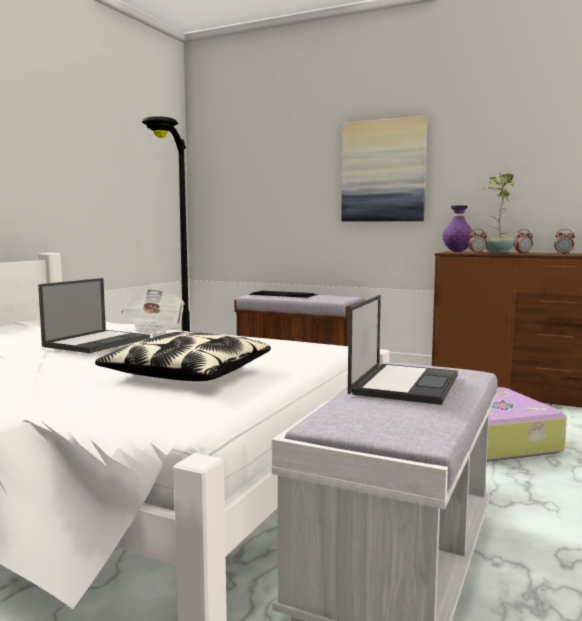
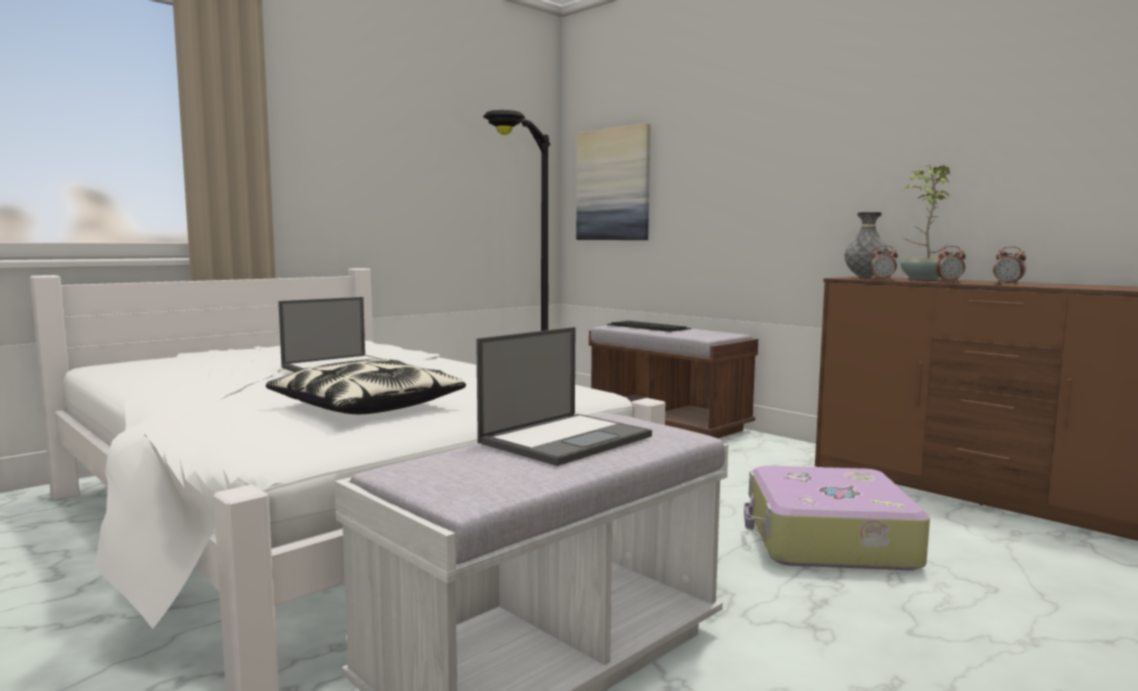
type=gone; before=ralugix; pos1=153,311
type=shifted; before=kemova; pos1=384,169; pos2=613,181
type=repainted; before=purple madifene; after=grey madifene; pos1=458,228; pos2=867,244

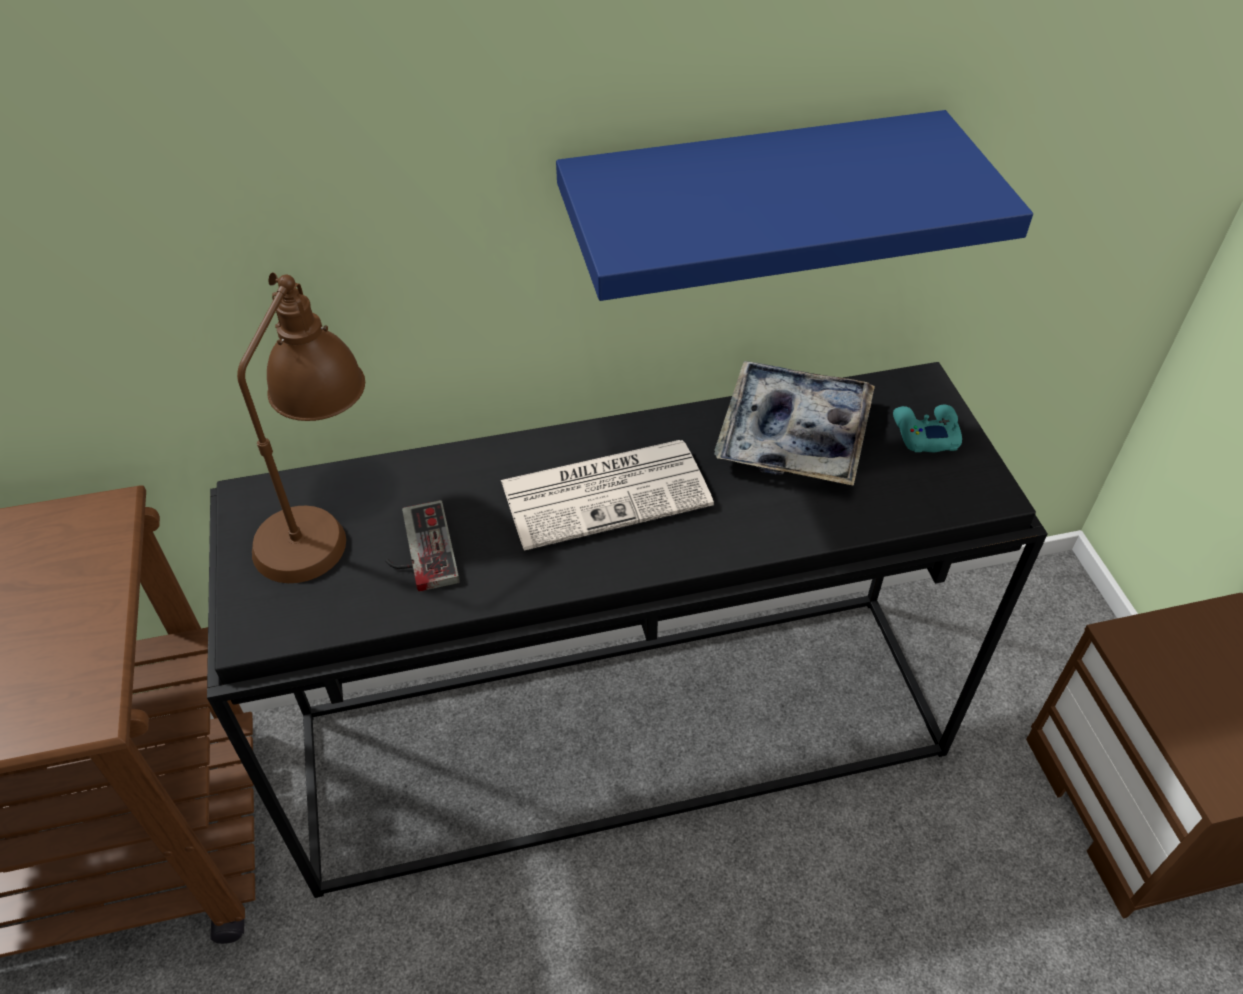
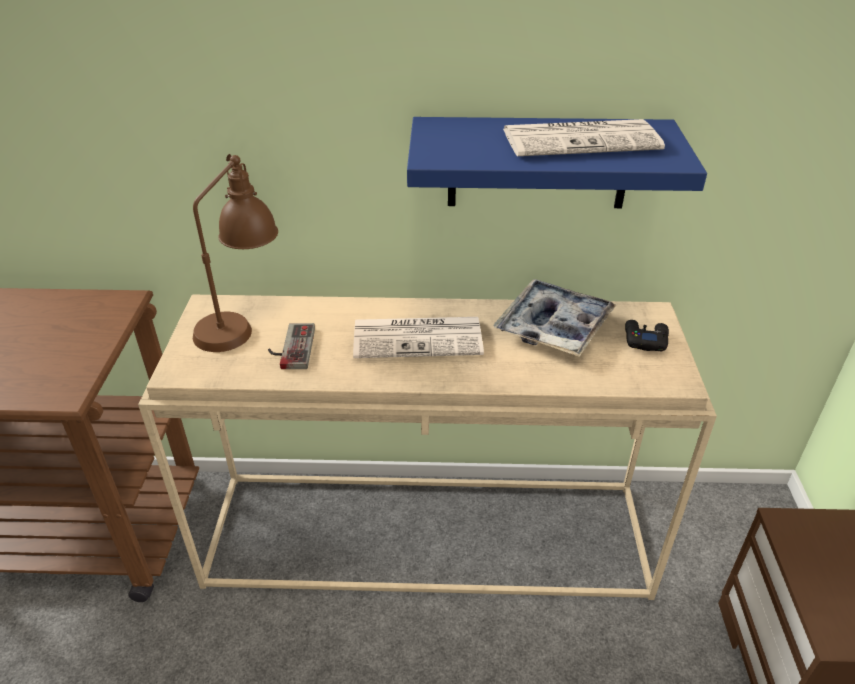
type=new; after=ralugix; pos2=584,137
type=repainted; before=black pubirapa; after=beige pubirapa; pos1=627,630; pos2=427,447
type=repainted; before=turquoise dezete; after=black dezete; pos1=927,428; pos2=647,336

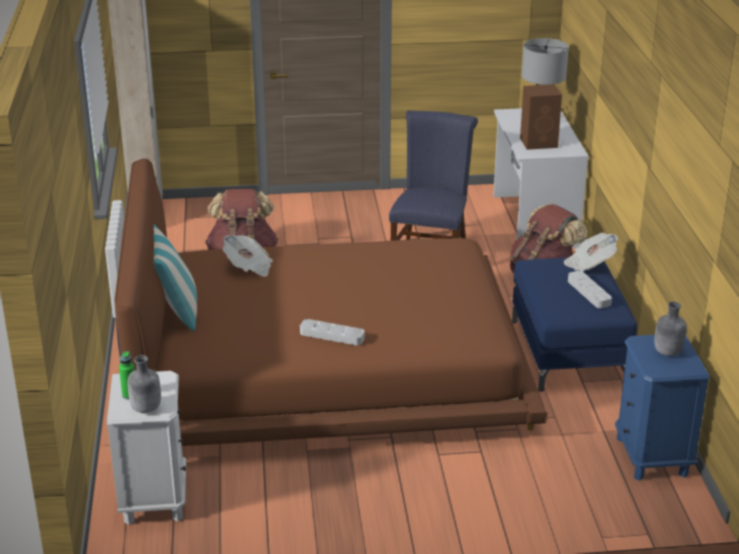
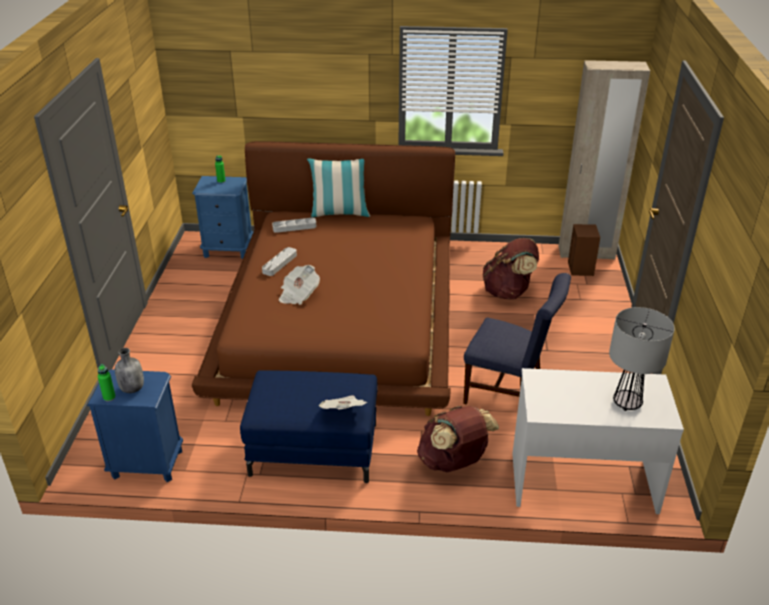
type=gone; before=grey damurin; pos1=144,384
type=new; after=green damurin; pos2=106,383
type=shifted; before=ralugix; pos1=247,256; pos2=299,285
type=shifted; before=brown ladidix; pos1=541,117; pos2=584,250
type=shifted; before=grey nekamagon; pos1=590,289; pos2=294,225
type=repainted; before=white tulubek; after=blue tulubek; pos1=146,448; pos2=222,217

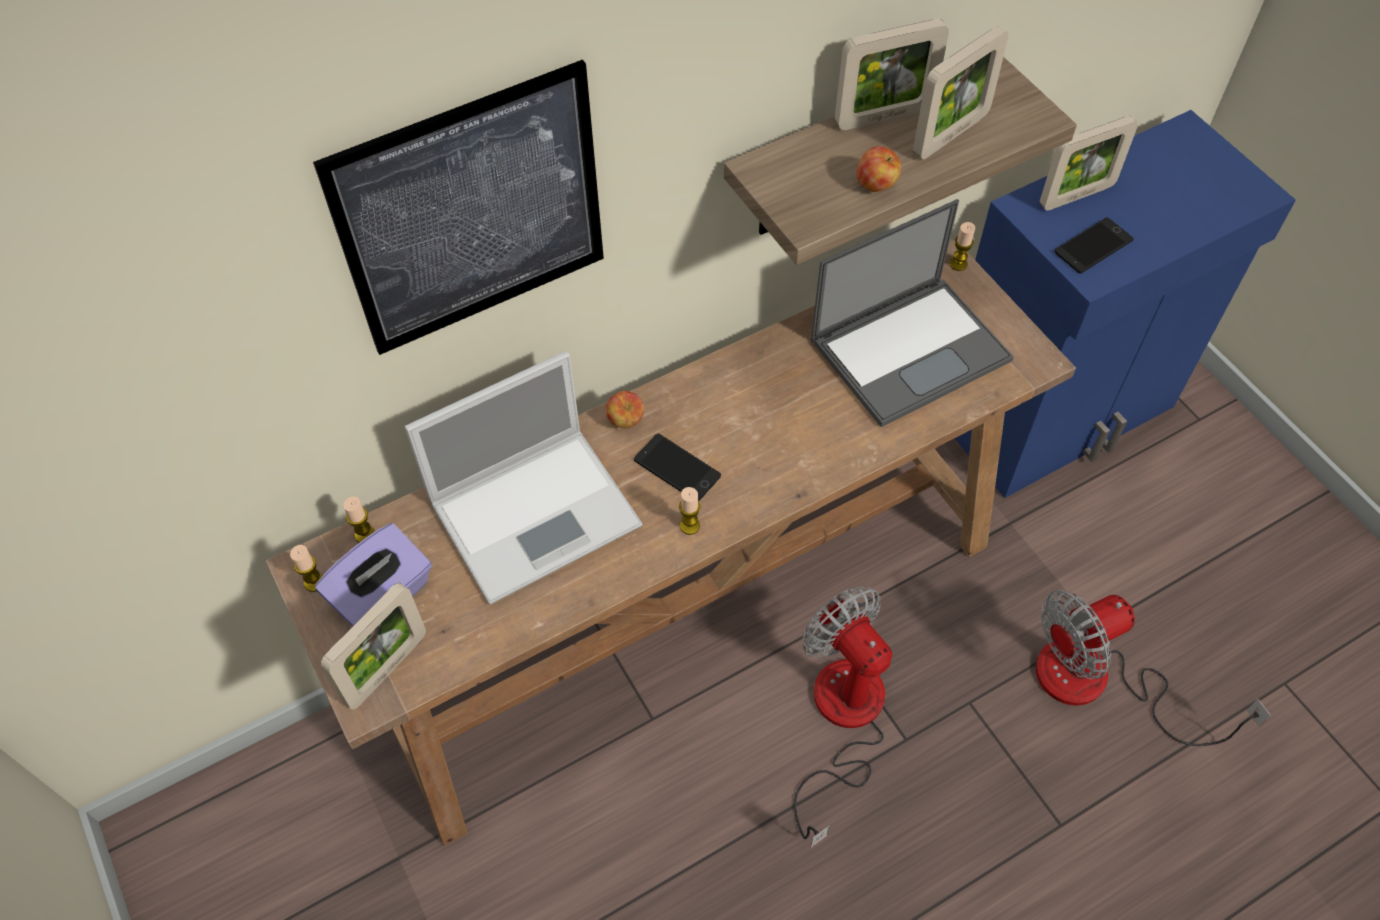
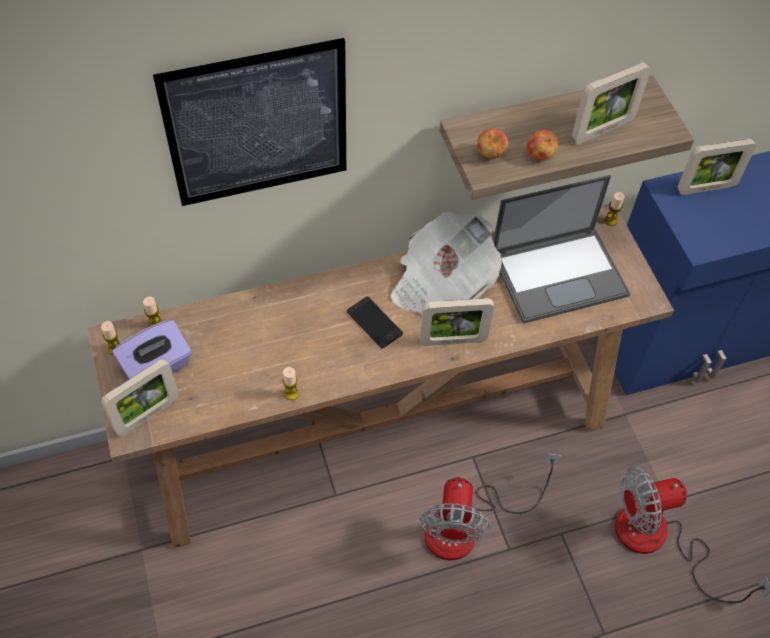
type=gone; before=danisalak; pos1=523,478
type=gone; before=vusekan; pos1=1094,245
type=new; after=ralugix; pos2=446,263
type=shifted; before=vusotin; pos1=625,409; pos2=492,143
type=shifted; before=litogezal; pos1=689,511; pos2=290,383
type=shifted; before=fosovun; pos1=892,74; pos2=456,322
type=rotated; before=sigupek; pos1=843,716; pos2=491,506; turn=-150

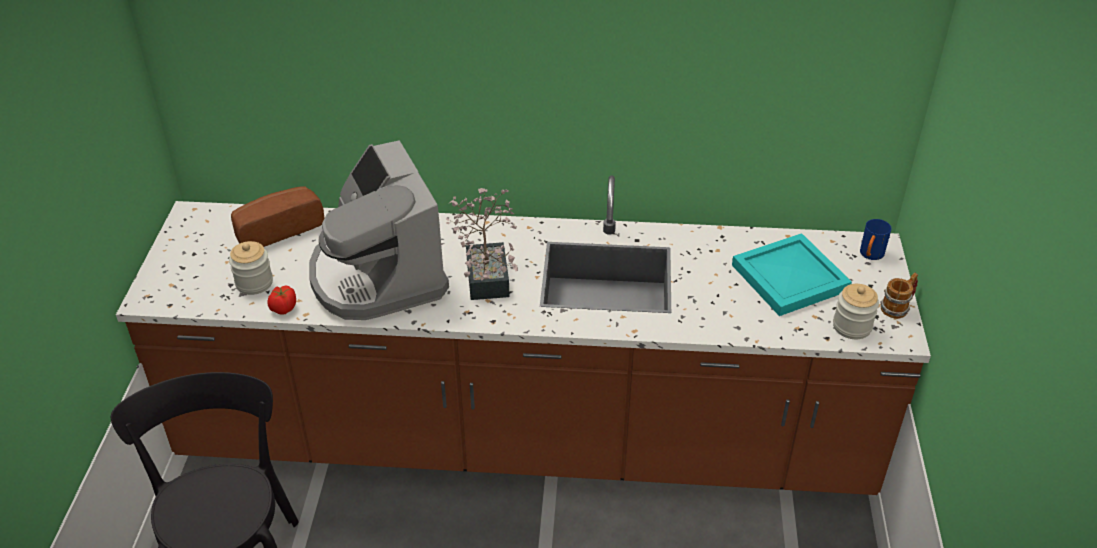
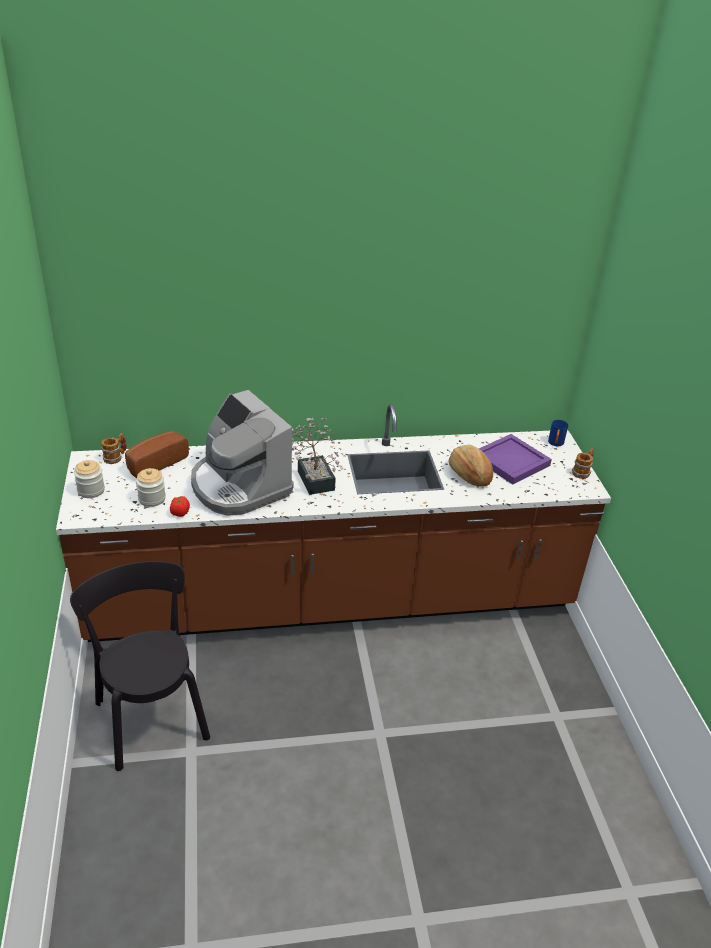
type=new; after=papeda; pos2=114,448
type=new; after=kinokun; pos2=471,465
type=shifted; before=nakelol; pos1=856,311; pos2=89,479
type=repainted; before=turquoise nekamagon; after=purple nekamagon; pos1=792,274; pos2=515,459

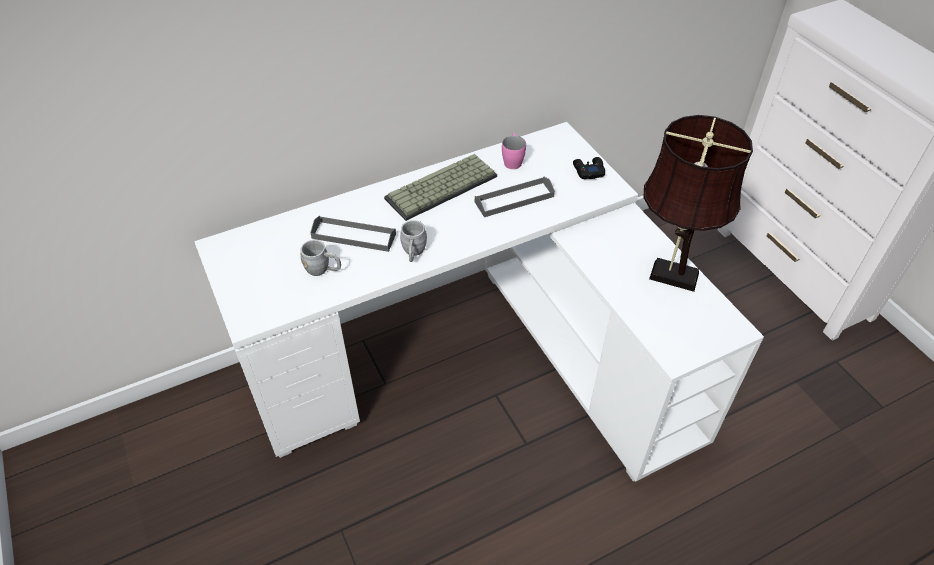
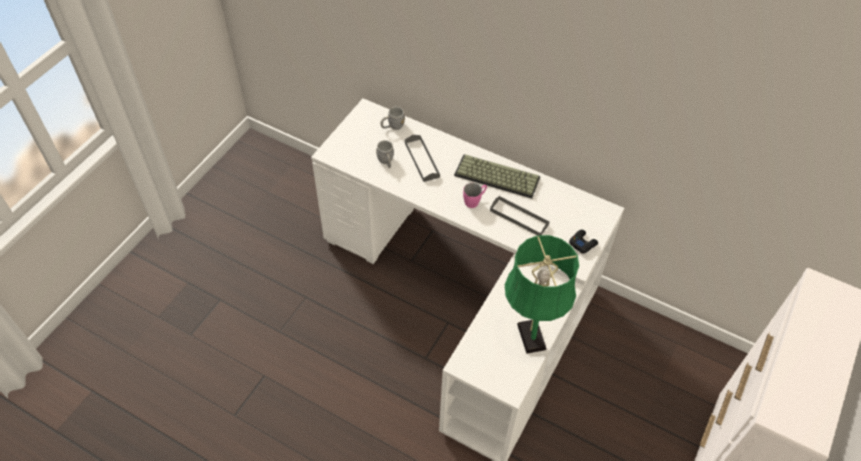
type=shifted; before=grey papeda; pos1=413,241; pos2=393,118
type=shifted; before=pink papeda; pos1=514,151; pos2=475,195
type=repainted; before=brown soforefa; after=green soforefa; pos1=698,203; pos2=542,294

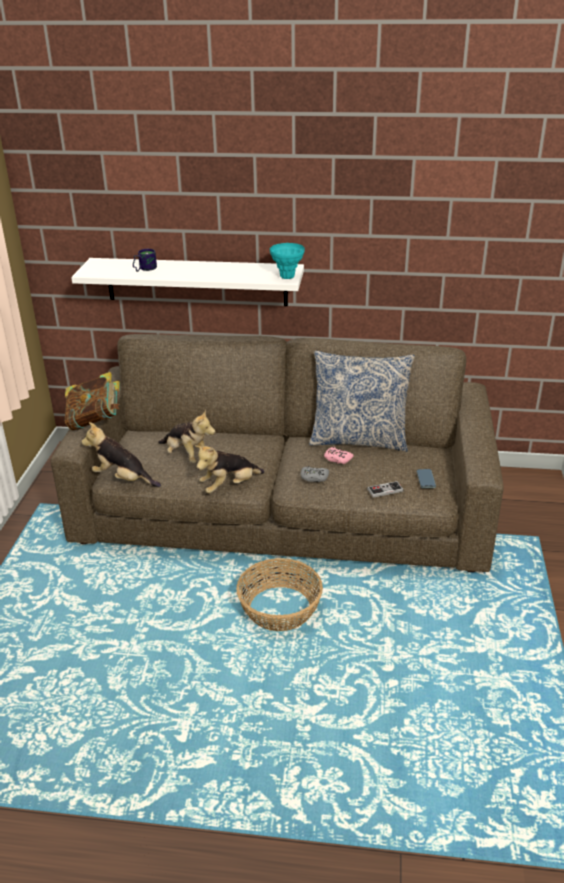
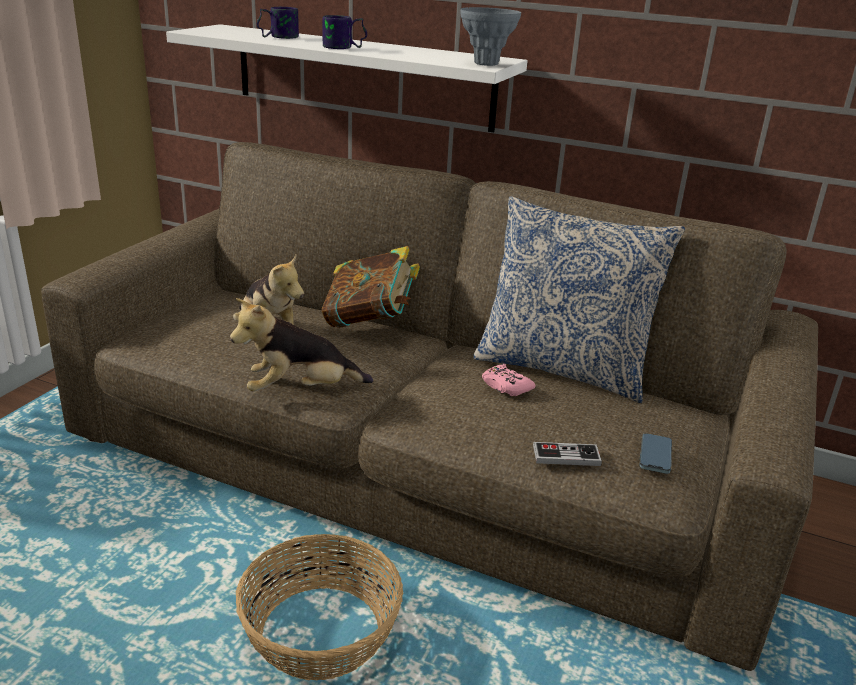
type=gone; before=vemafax; pos1=121,454
type=gone; before=grey dezete; pos1=315,474
type=new; after=papeda; pos2=344,32
type=shifted; before=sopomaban; pos1=92,401; pos2=371,287
type=repainted; before=turquoise madifene; after=grey madifene; pos1=287,261; pos2=490,36

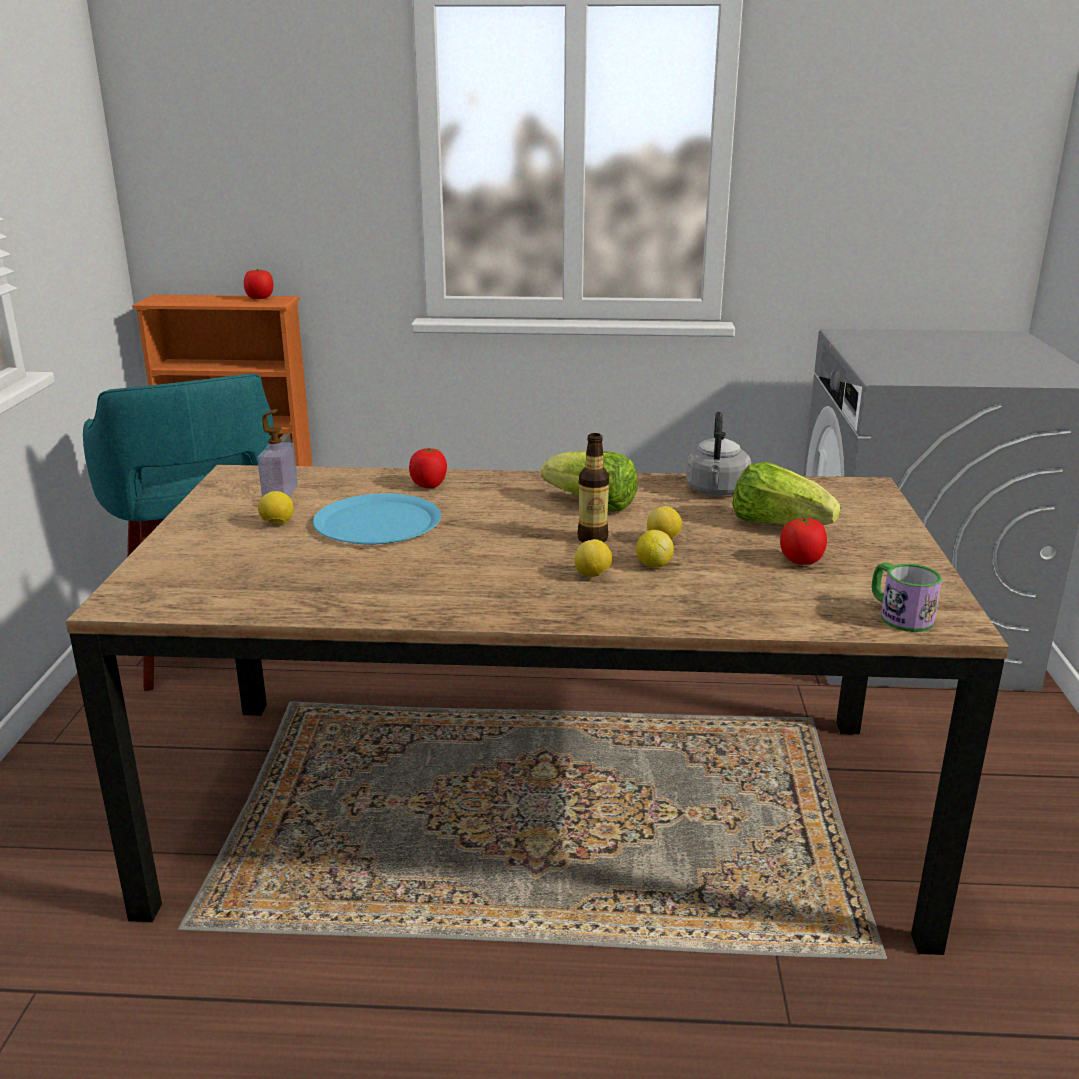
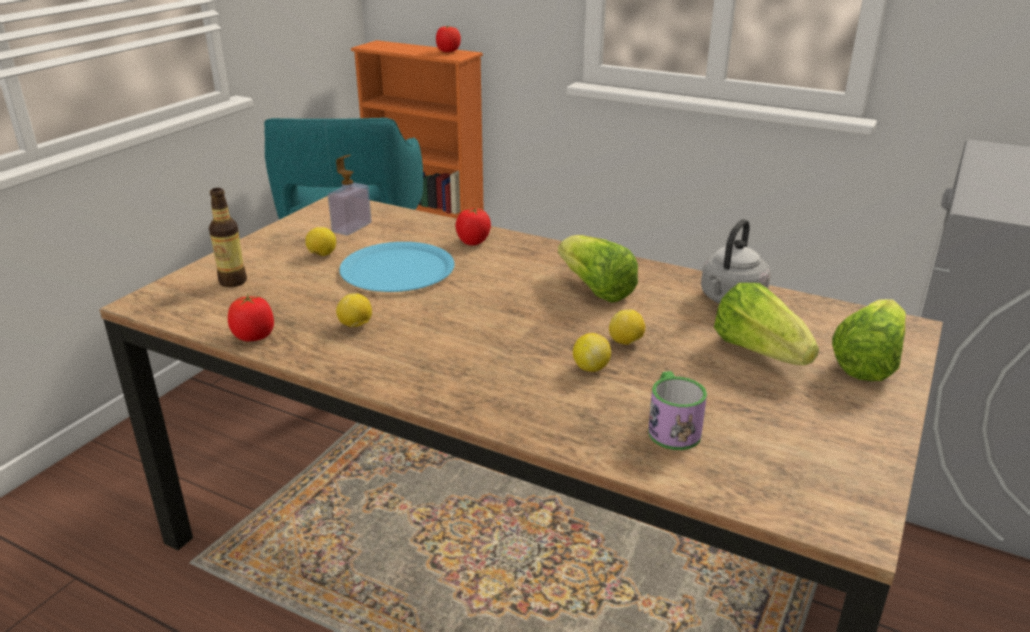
type=new; after=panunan; pos2=869,340
type=shifted; before=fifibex; pos1=593,558; pos2=354,310
type=shifted; before=damurin; pos1=593,487; pos2=228,237
type=shifted; before=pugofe; pos1=803,541; pos2=251,318
type=shifted; before=papeda; pos1=906,597; pos2=677,410

